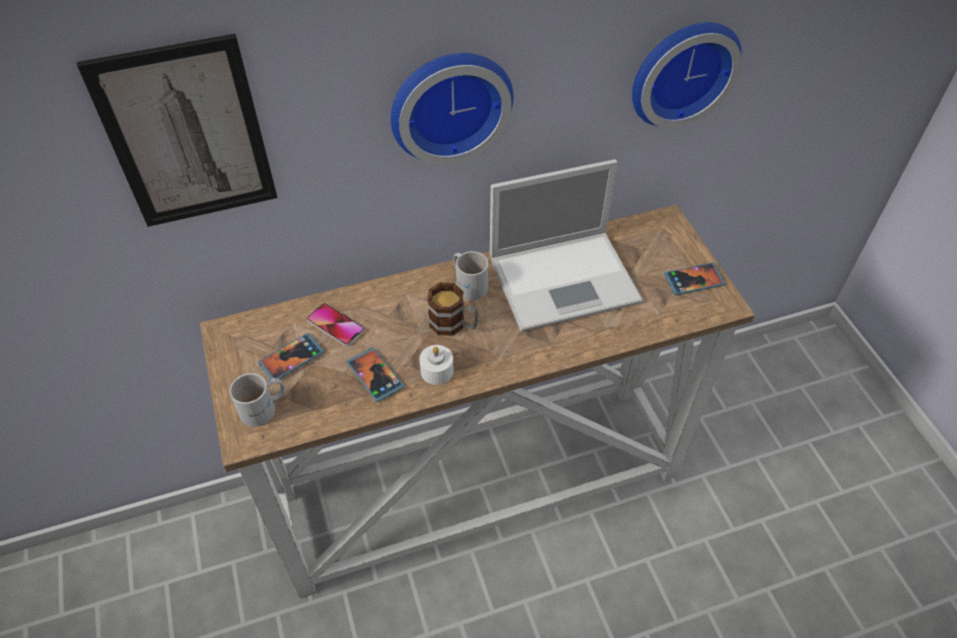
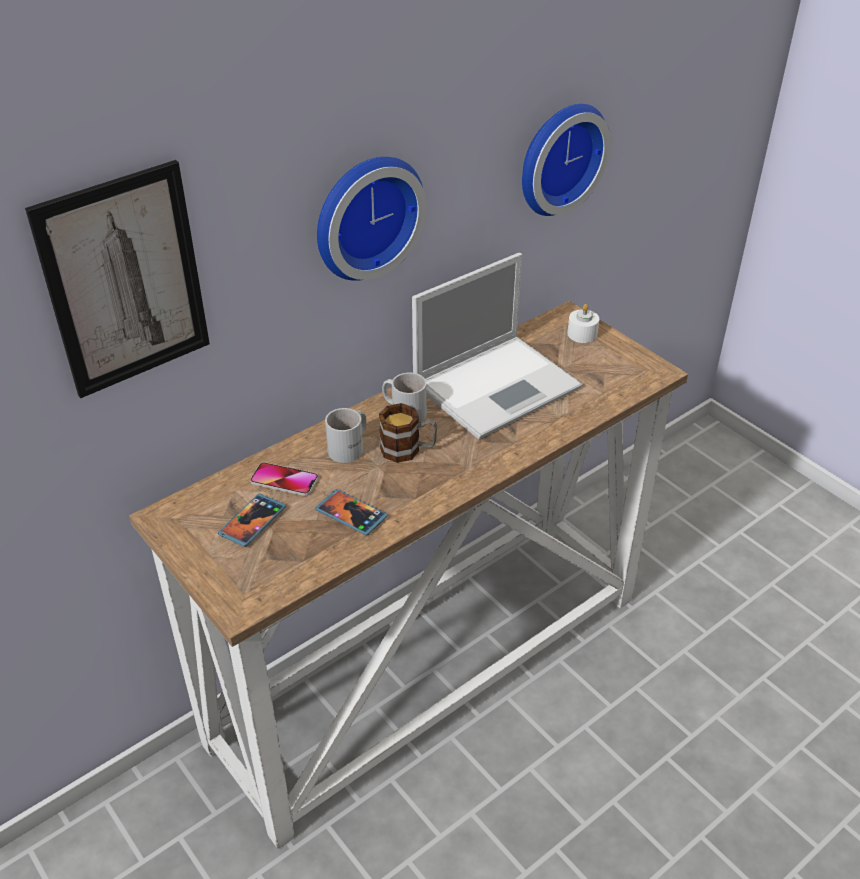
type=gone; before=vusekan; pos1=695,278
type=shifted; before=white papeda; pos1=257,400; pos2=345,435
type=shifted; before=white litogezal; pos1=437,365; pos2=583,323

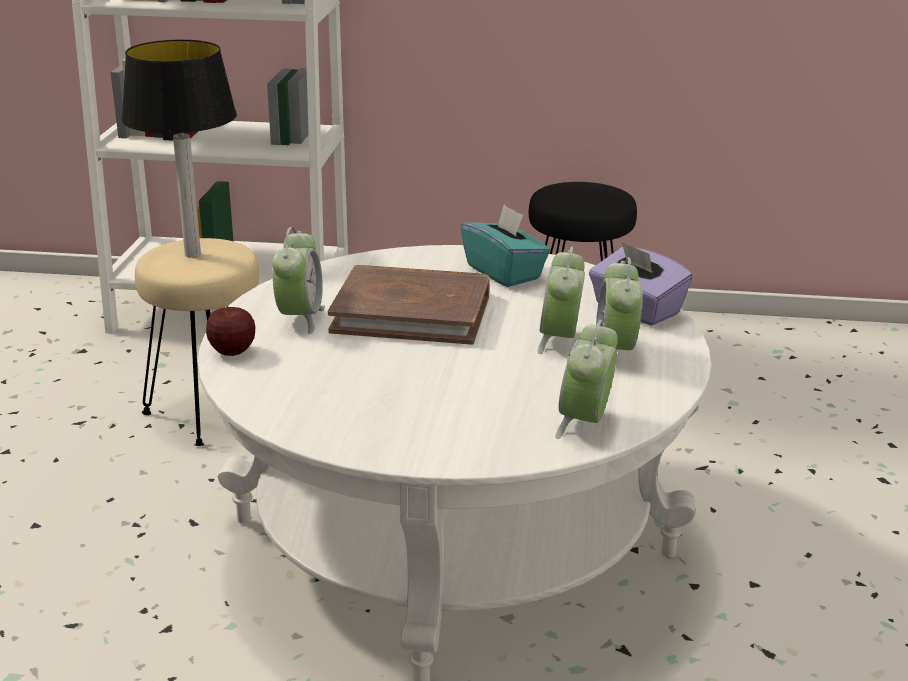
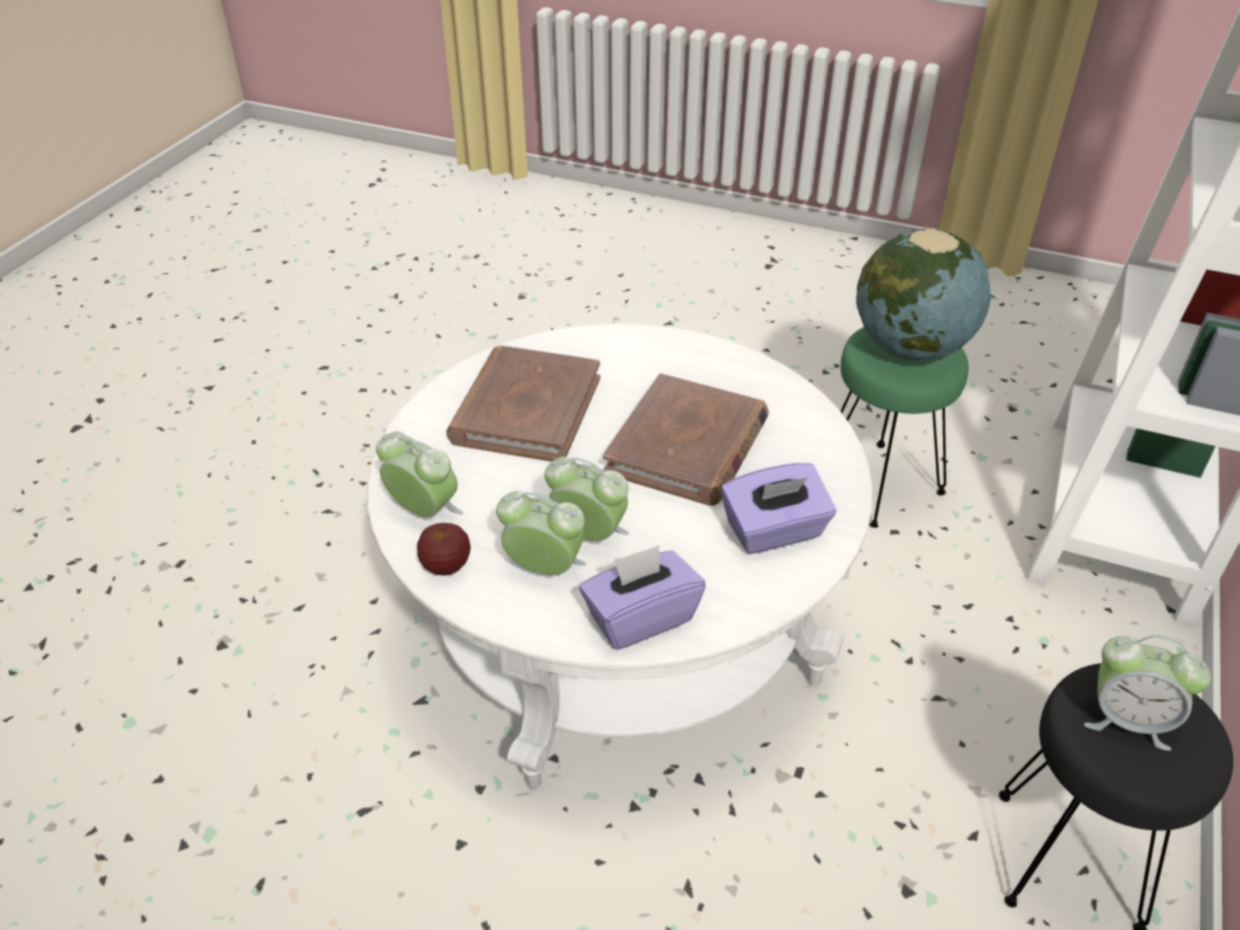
type=new; after=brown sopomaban; pos2=523,403
type=shifted; before=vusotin; pos1=230,331; pos2=444,549
type=shifted; before=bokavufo; pos1=298,280; pos2=1147,693
type=swapped; before=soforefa; after=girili; pos1=179,149; pos2=923,294
type=repainted; before=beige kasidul; after=green kasidul; pos1=197,342; pos2=904,427
type=repainted; before=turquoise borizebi; after=purple borizebi; pos1=505,245; pos2=778,508

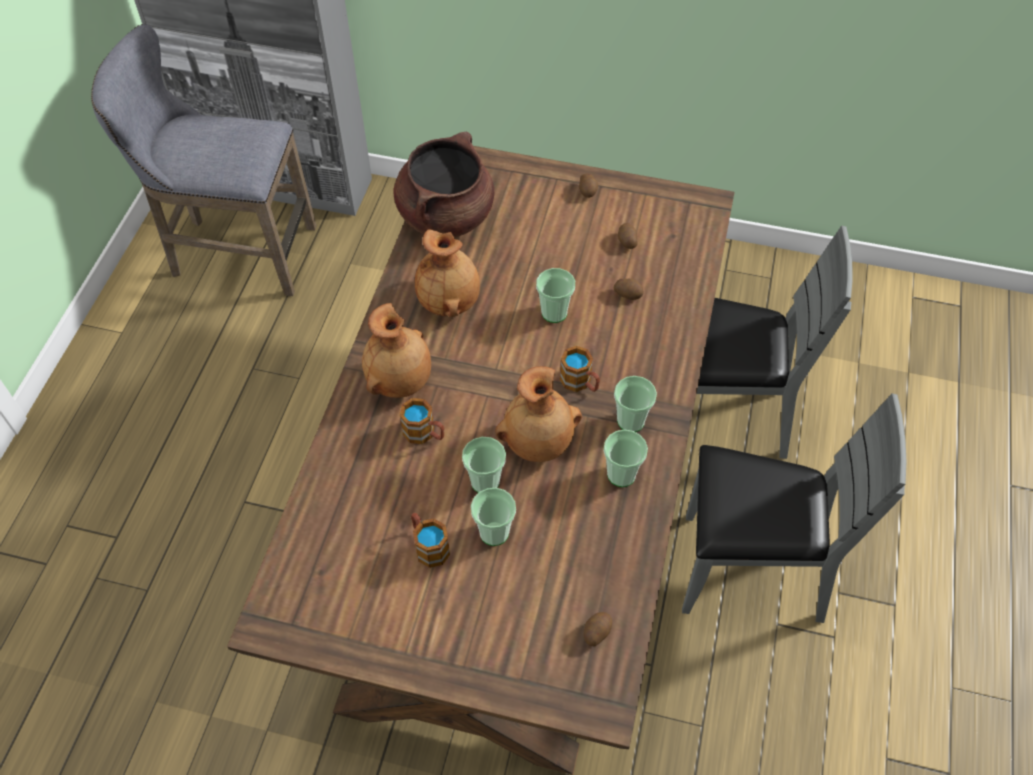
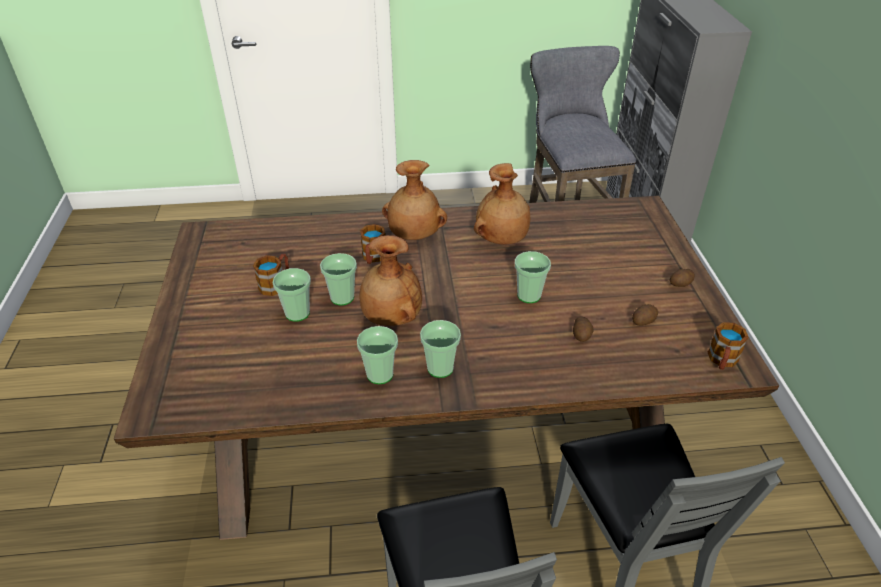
type=gone; before=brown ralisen; pos1=443,184
type=gone; before=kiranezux; pos1=597,629
type=shifted; before=papeda; pos1=580,369; pos2=728,346

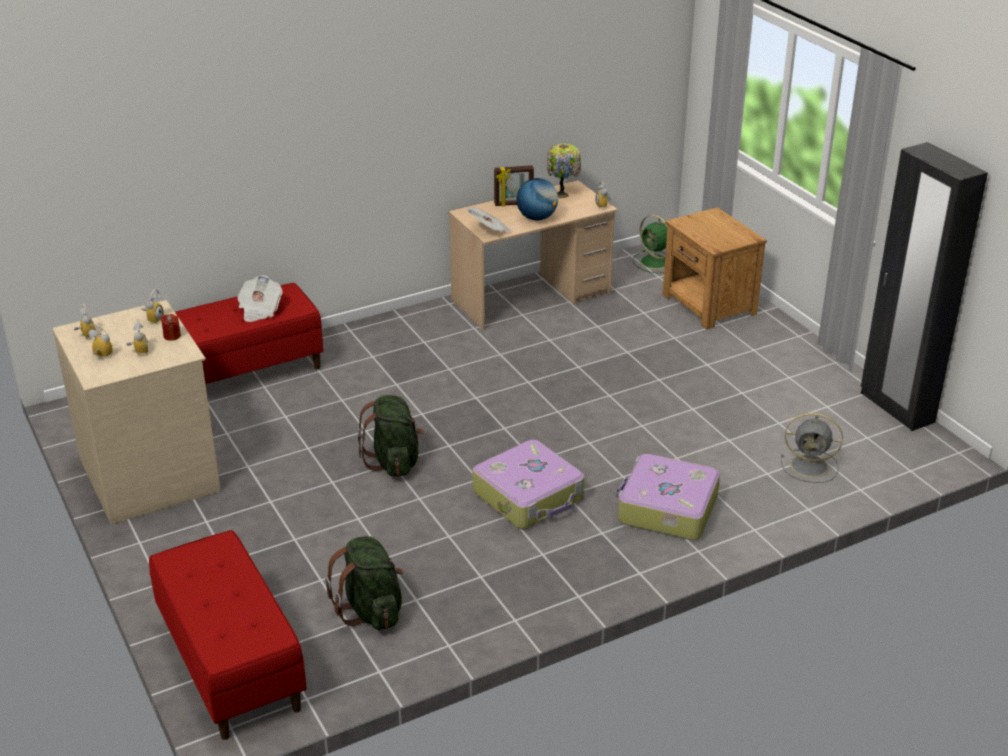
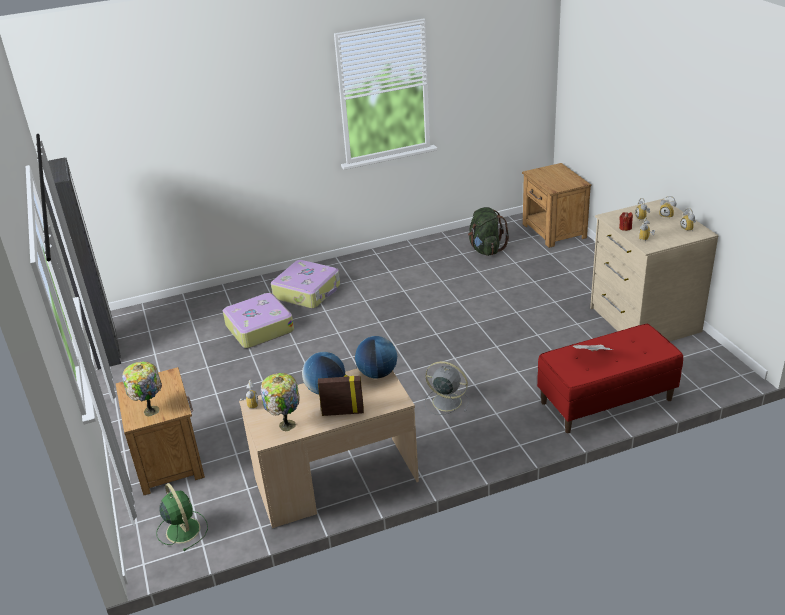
type=gone; before=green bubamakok; pos1=390,436
type=new; after=soforefa; pos2=142,389
type=shifted; before=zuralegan; pos1=529,484; pos2=258,320
type=shifted; before=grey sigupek; pos1=812,448; pos2=446,388
type=swapped; before=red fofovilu; after=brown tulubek; pos1=228,635; pos2=556,205
type=swapped; before=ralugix; after=girili; pos1=489,219; pos2=376,357

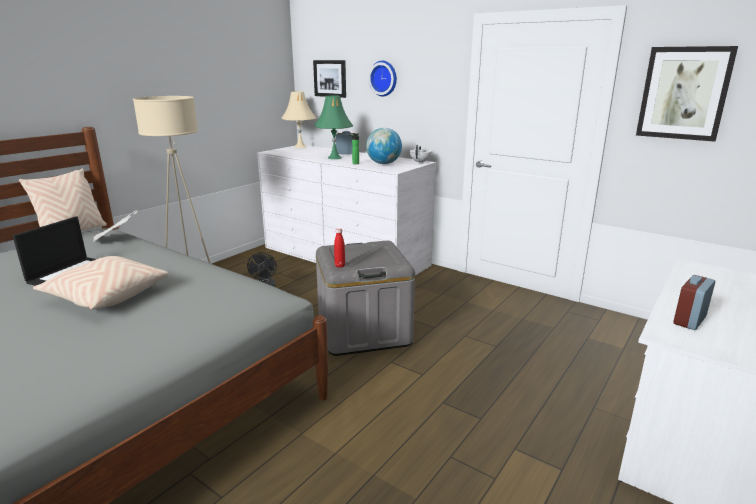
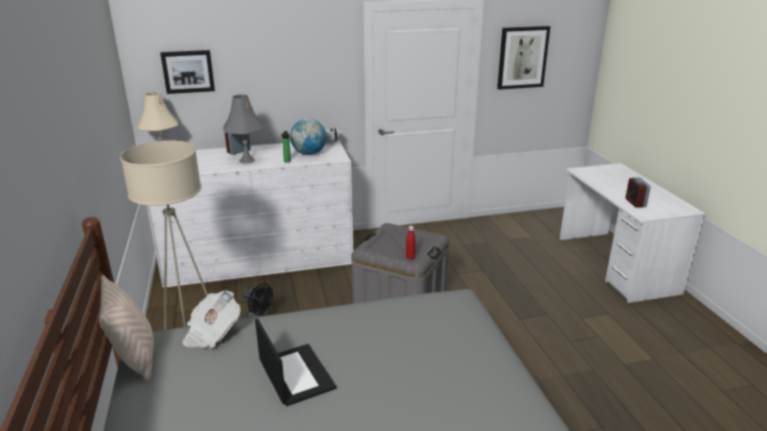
type=gone; before=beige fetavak; pos1=100,283
type=gone; before=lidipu; pos1=382,78
type=repainted; before=green soforefa; after=grey soforefa; pos1=333,127; pos2=243,129

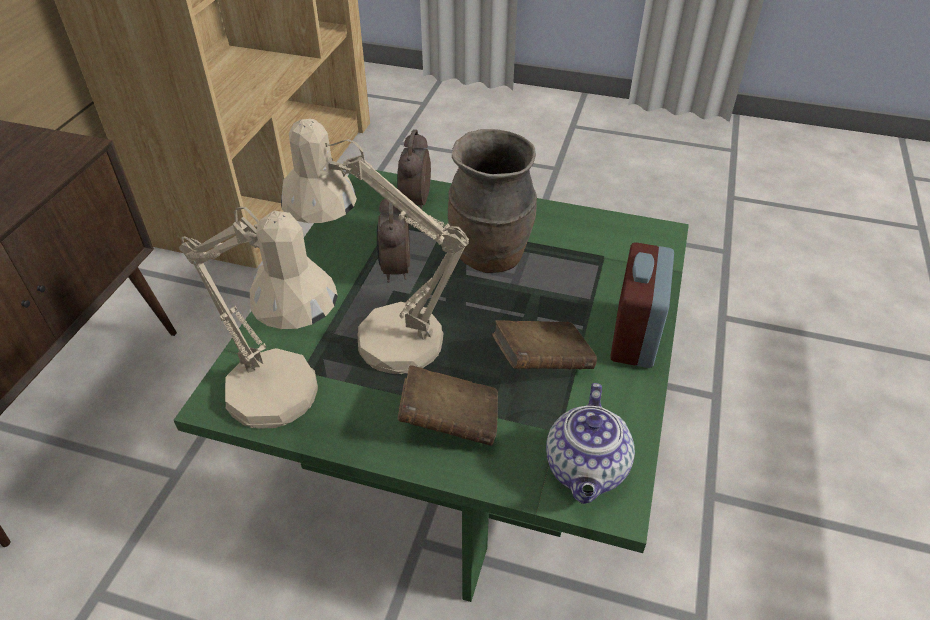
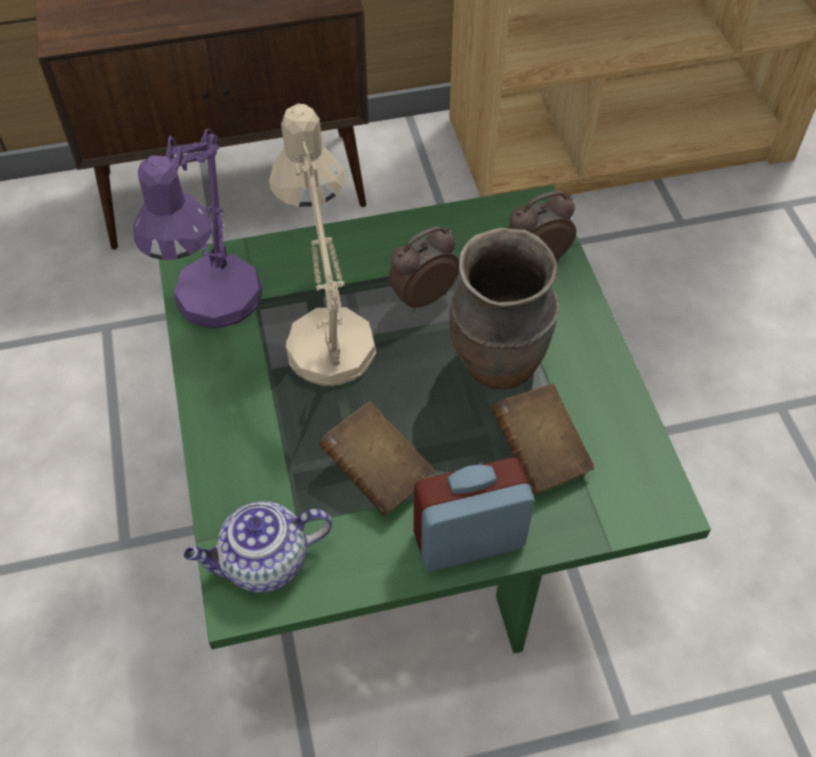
type=shifted; before=brown sopomaban; pos1=448,405; pos2=542,439
type=repainted; before=beige soforefa; after=purple soforefa; pos1=258,318; pos2=198,228

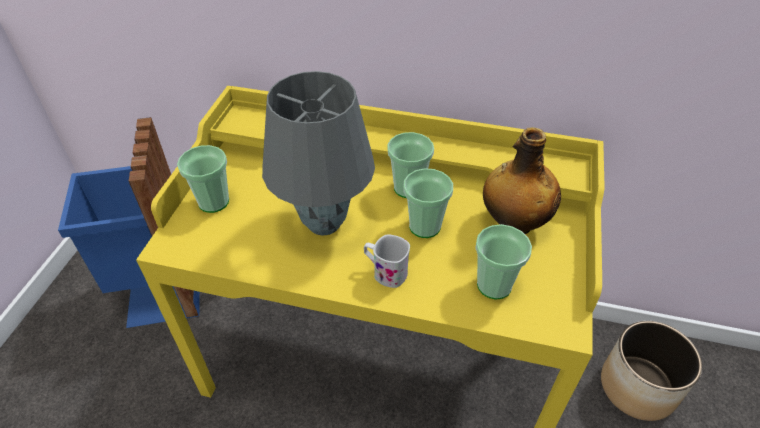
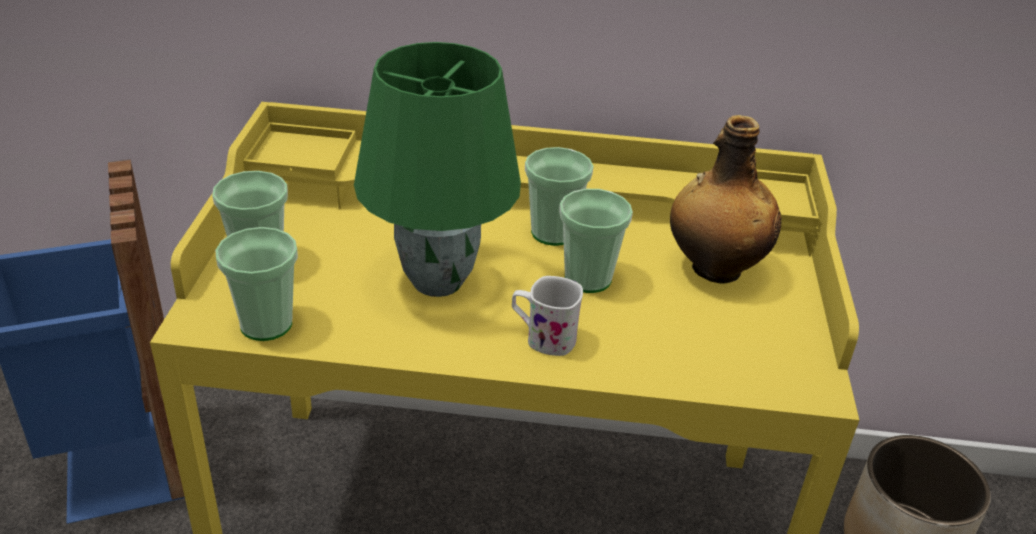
type=shifted; before=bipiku; pos1=503,262; pos2=256,284
type=repainted; before=grey soforefa; after=green soforefa; pos1=318,153; pos2=437,169

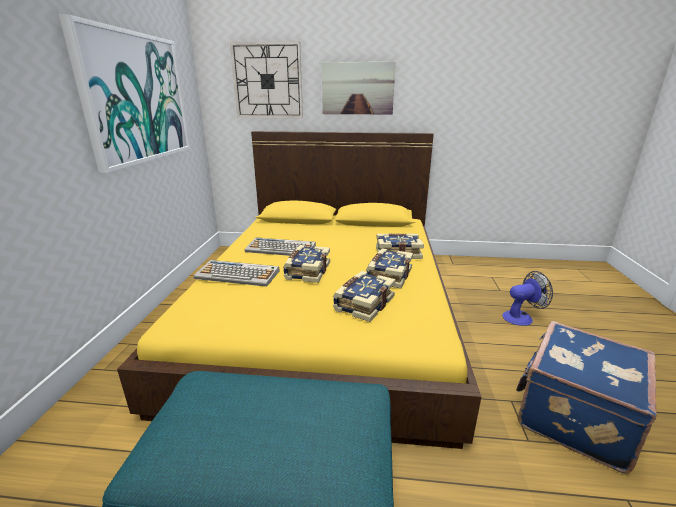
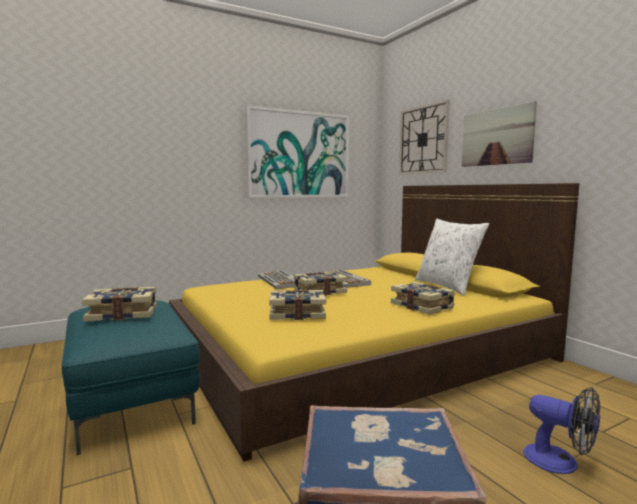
type=new; after=white fetavak; pos2=452,257
type=shifted; before=sopomaban; pos1=389,268; pos2=119,304

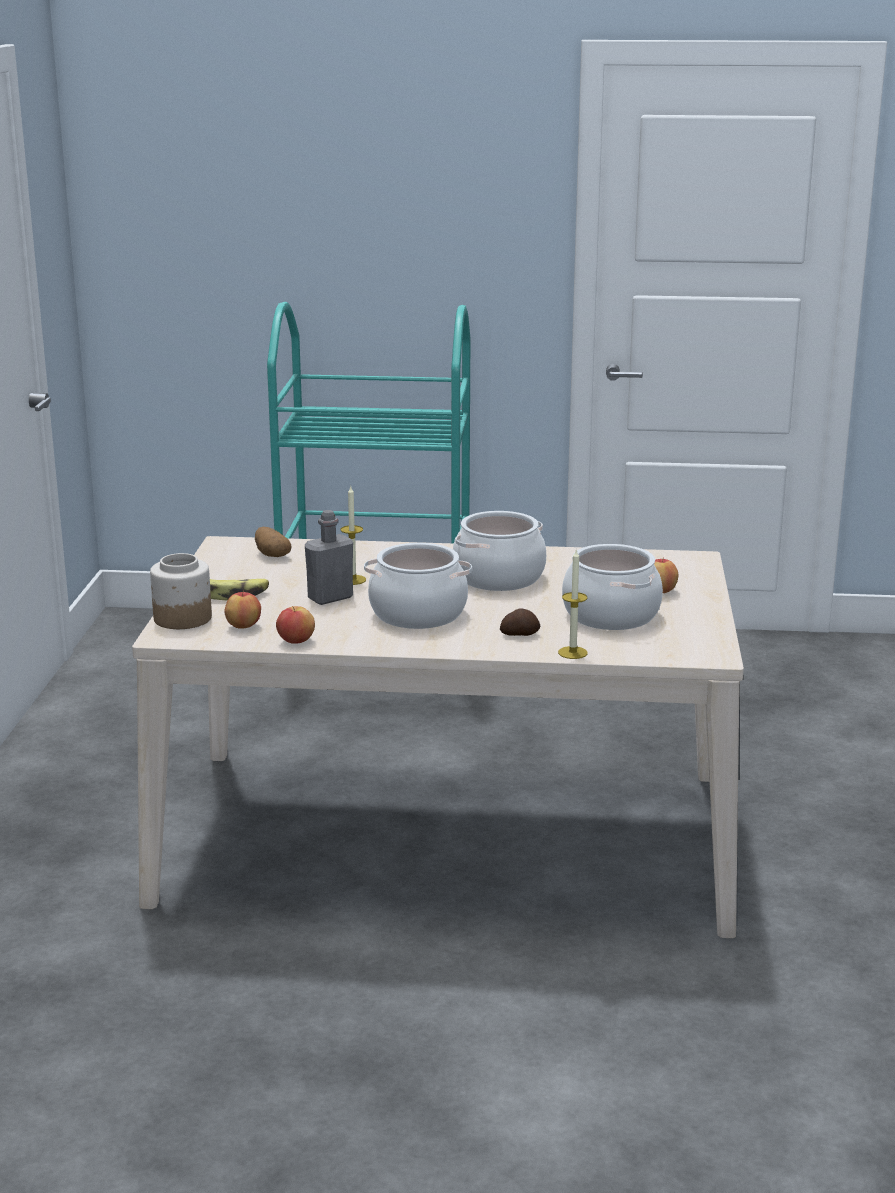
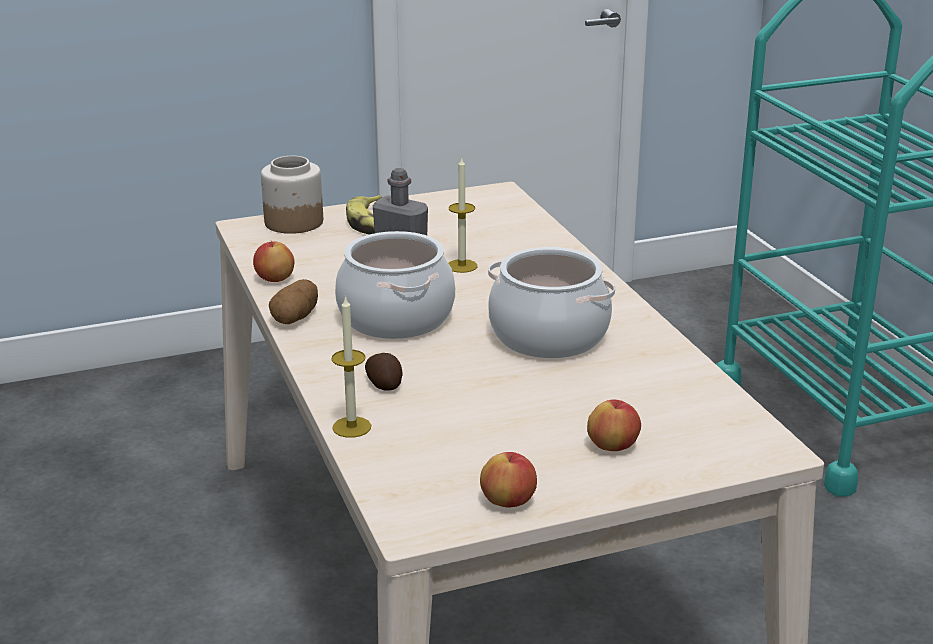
type=gone; before=ralisen; pos1=612,587
type=shifted; before=vusotin; pos1=242,610; pos2=508,479
type=shifted; before=kiranezux; pos1=273,542; pos2=293,301

